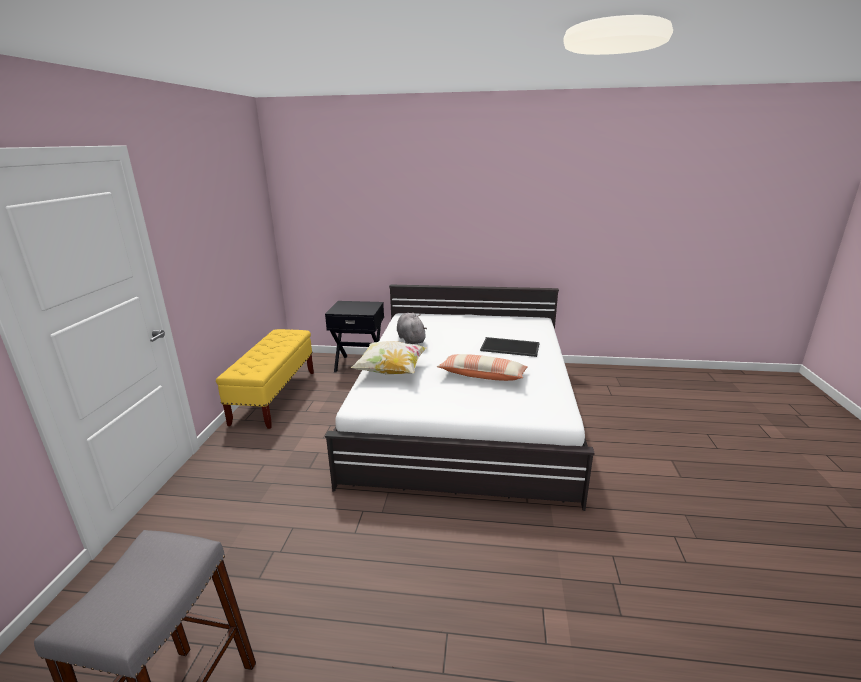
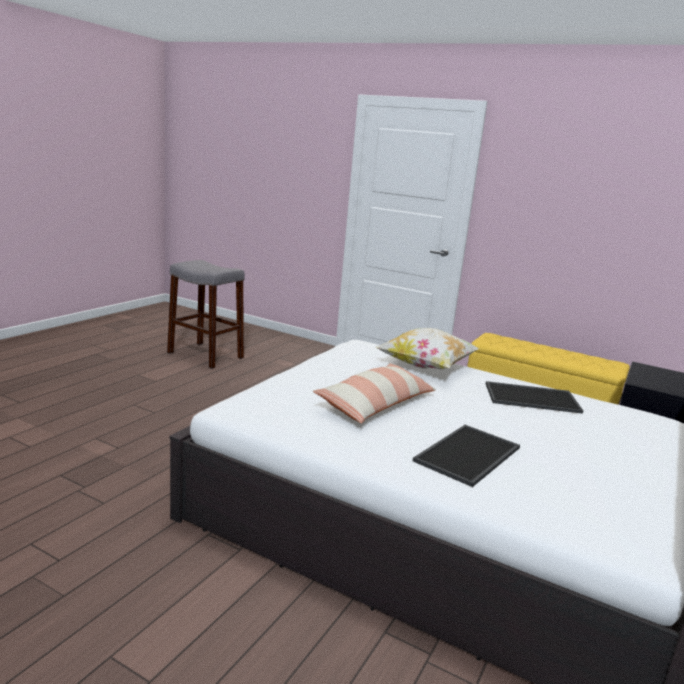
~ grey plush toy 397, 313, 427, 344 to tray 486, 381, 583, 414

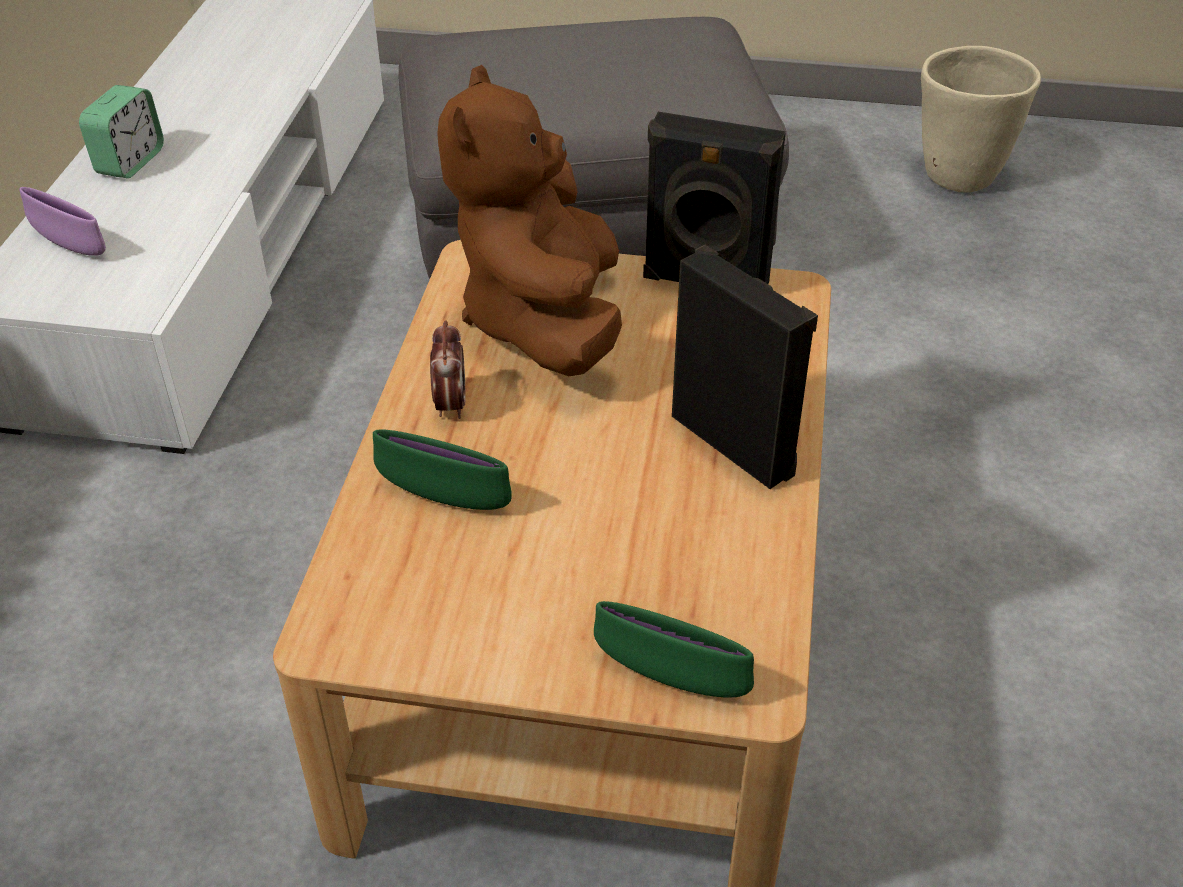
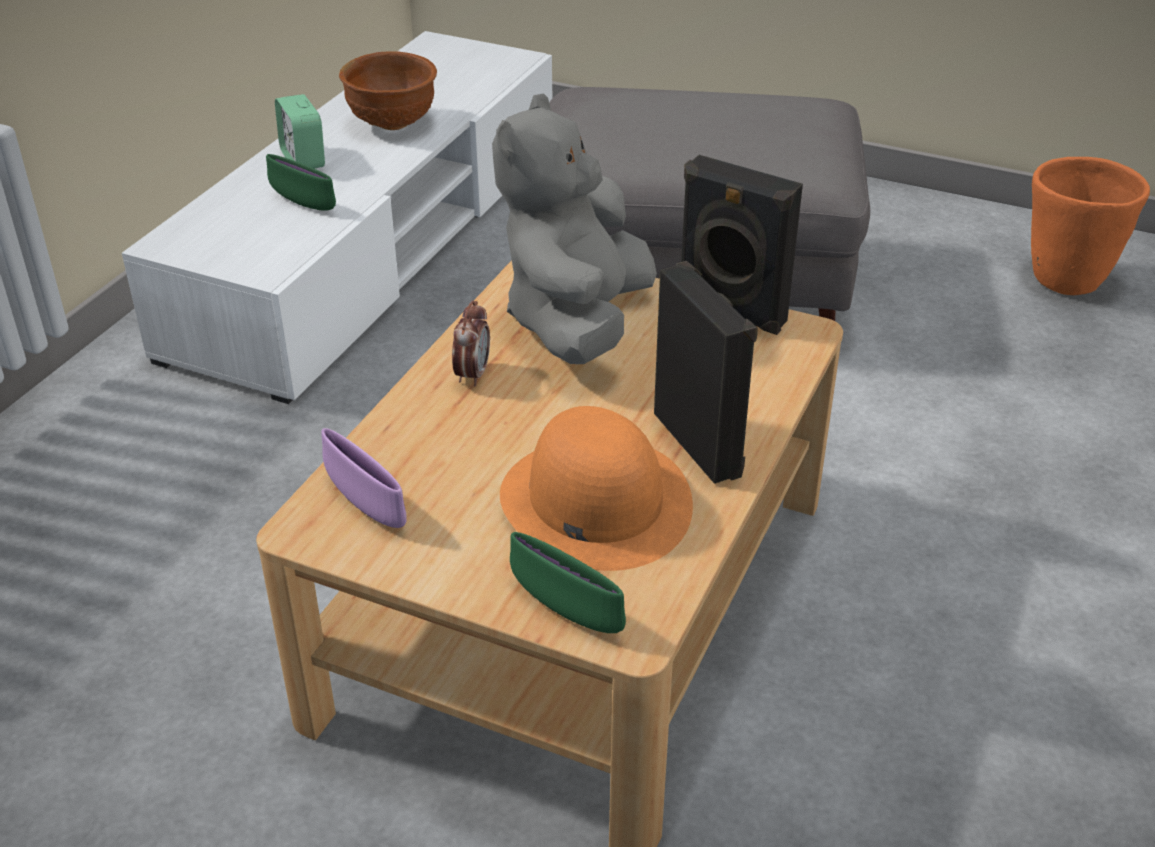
~ green bowl 373, 429, 512, 510 to 266, 154, 336, 211
~ alarm clock 79, 85, 164, 178 = 275, 94, 325, 169 120 degrees clockwise
~ purple bowl 19, 187, 106, 256 to 321, 428, 407, 528
+ brown bowl 339, 51, 437, 130
~ brown plush toy 437, 65, 622, 376 to grey plush toy 492, 93, 657, 364
+ orange hat 500, 406, 693, 571
~ beige planter 921, 46, 1041, 193 to orange planter 1031, 157, 1150, 295

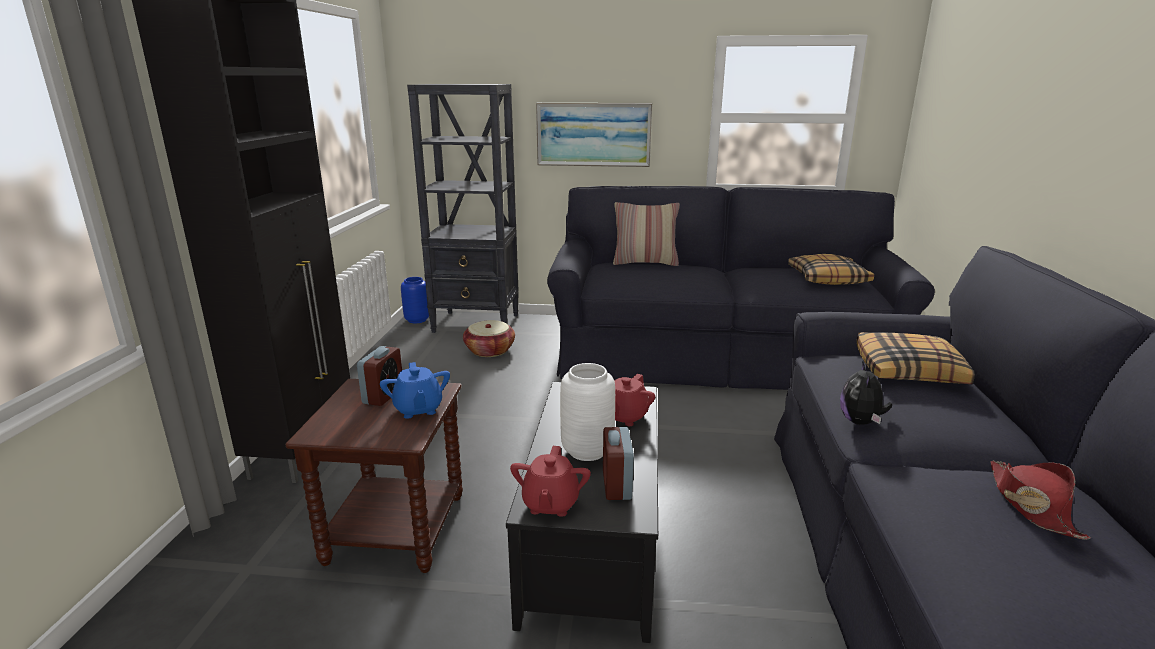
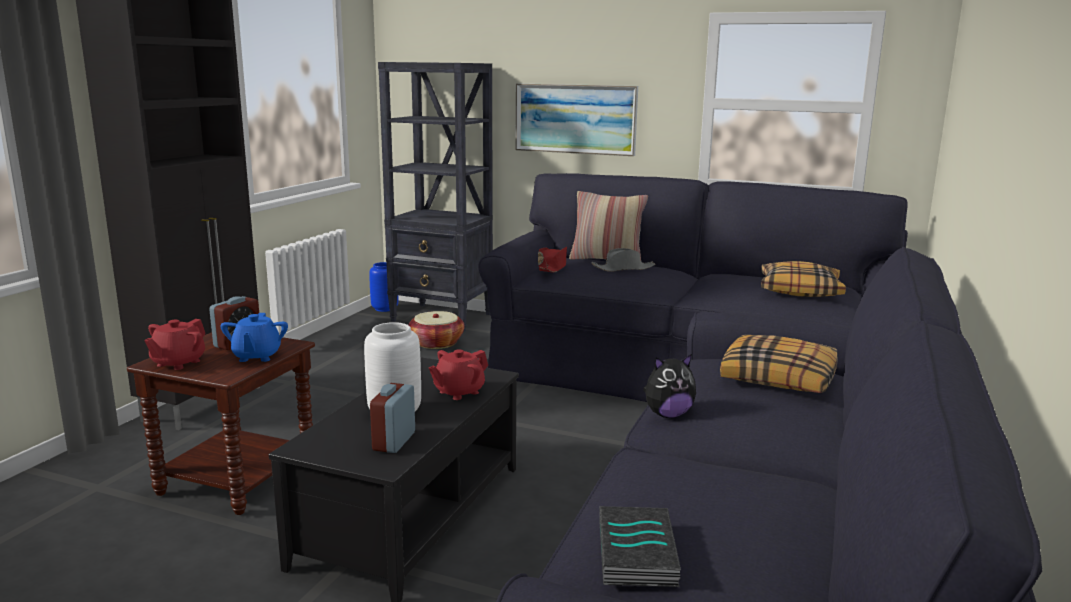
~ red teapot 510, 446, 591, 517 to 145, 319, 206, 370
~ red hat 990, 460, 1090, 540 to 538, 247, 567, 272
+ grey hat 591, 248, 656, 272
+ book 600, 506, 681, 587
~ plush toy 840, 361, 892, 425 = 643, 354, 696, 418 135 degrees counterclockwise

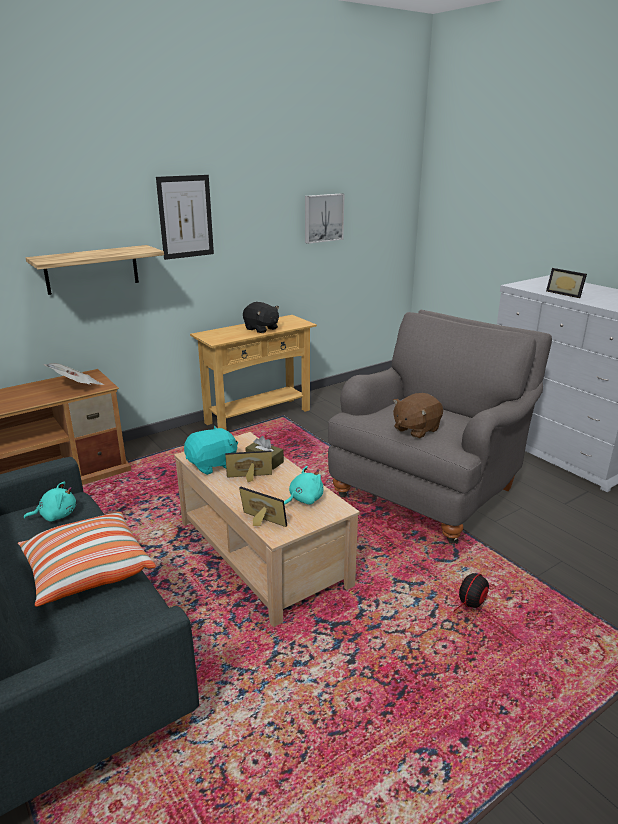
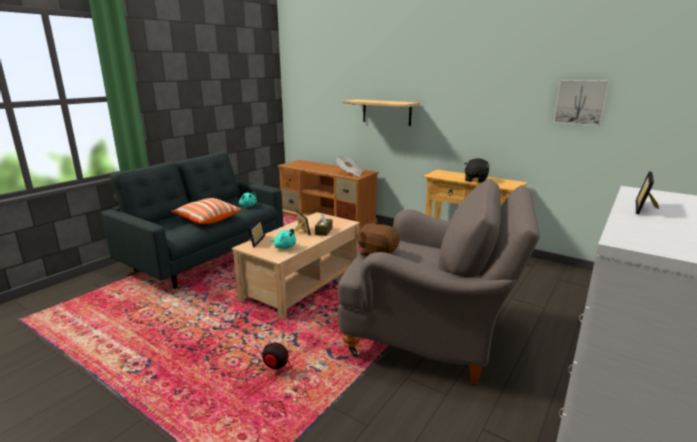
- picture 156, 175, 214, 260
- turquoise plush toy 184, 426, 238, 475

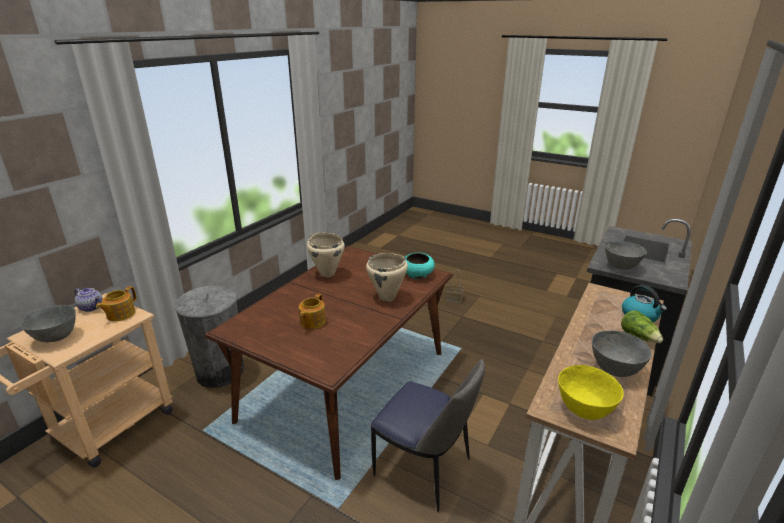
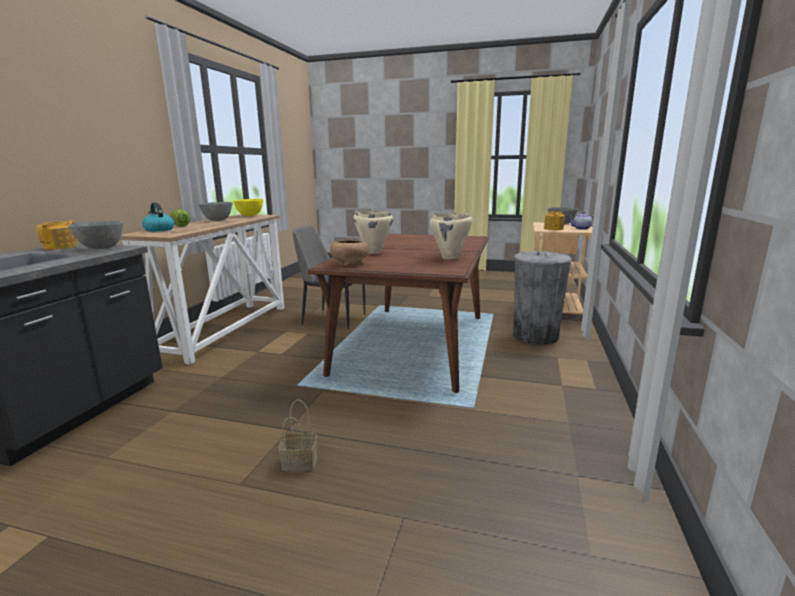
~ teapot 299, 293, 326, 329 to 36, 221, 77, 250
~ turquoise bowl 405, 253, 435, 279 to brown bowl 330, 240, 369, 266

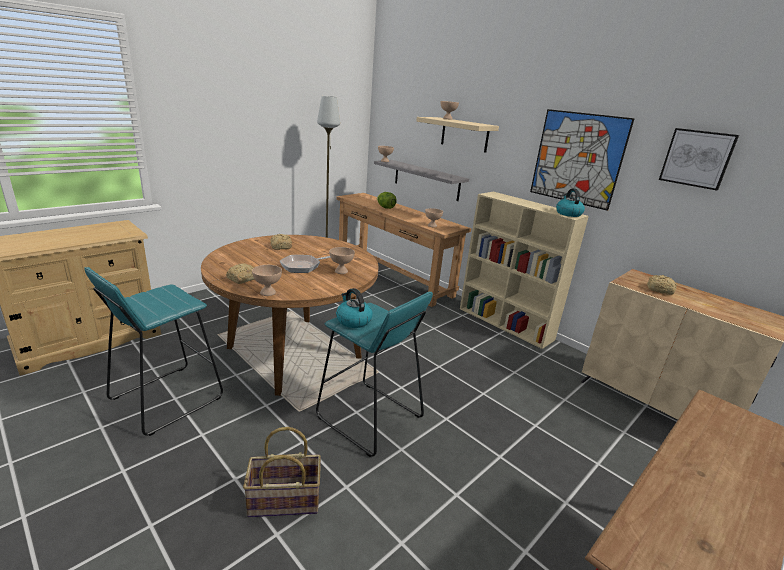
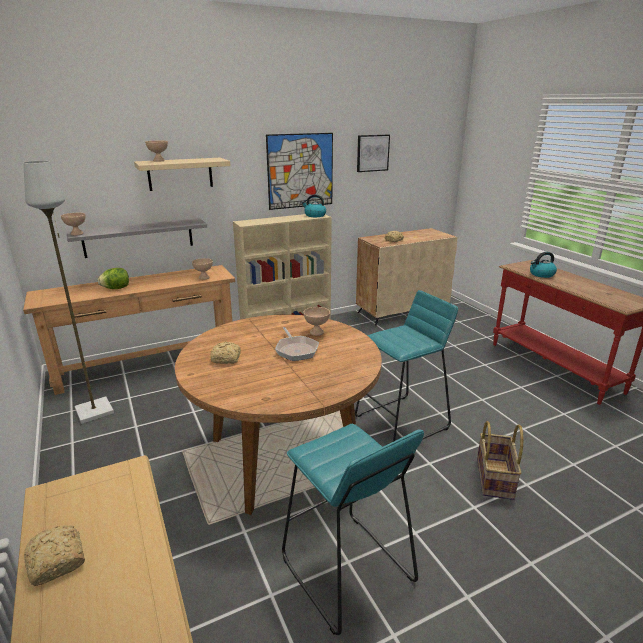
~ bread 226, 263, 255, 284 to 24, 525, 85, 586
~ kettle 336, 288, 373, 328 to 530, 252, 557, 278
- beige bowl 252, 265, 282, 296

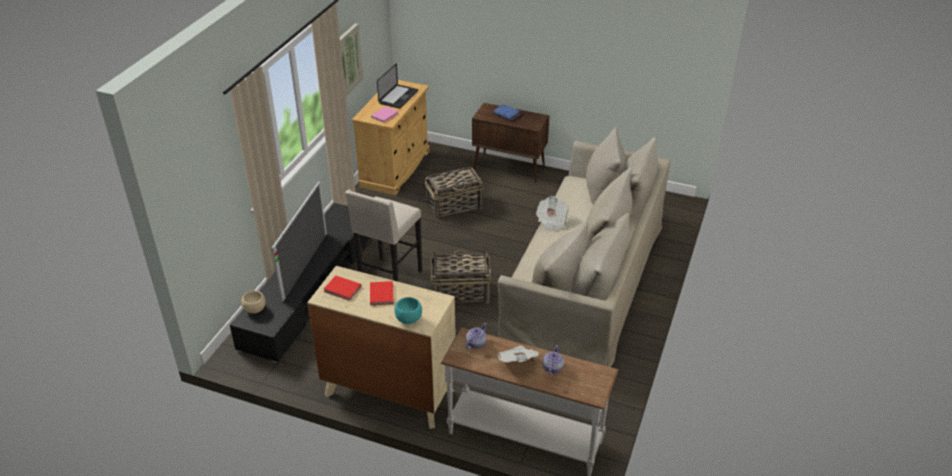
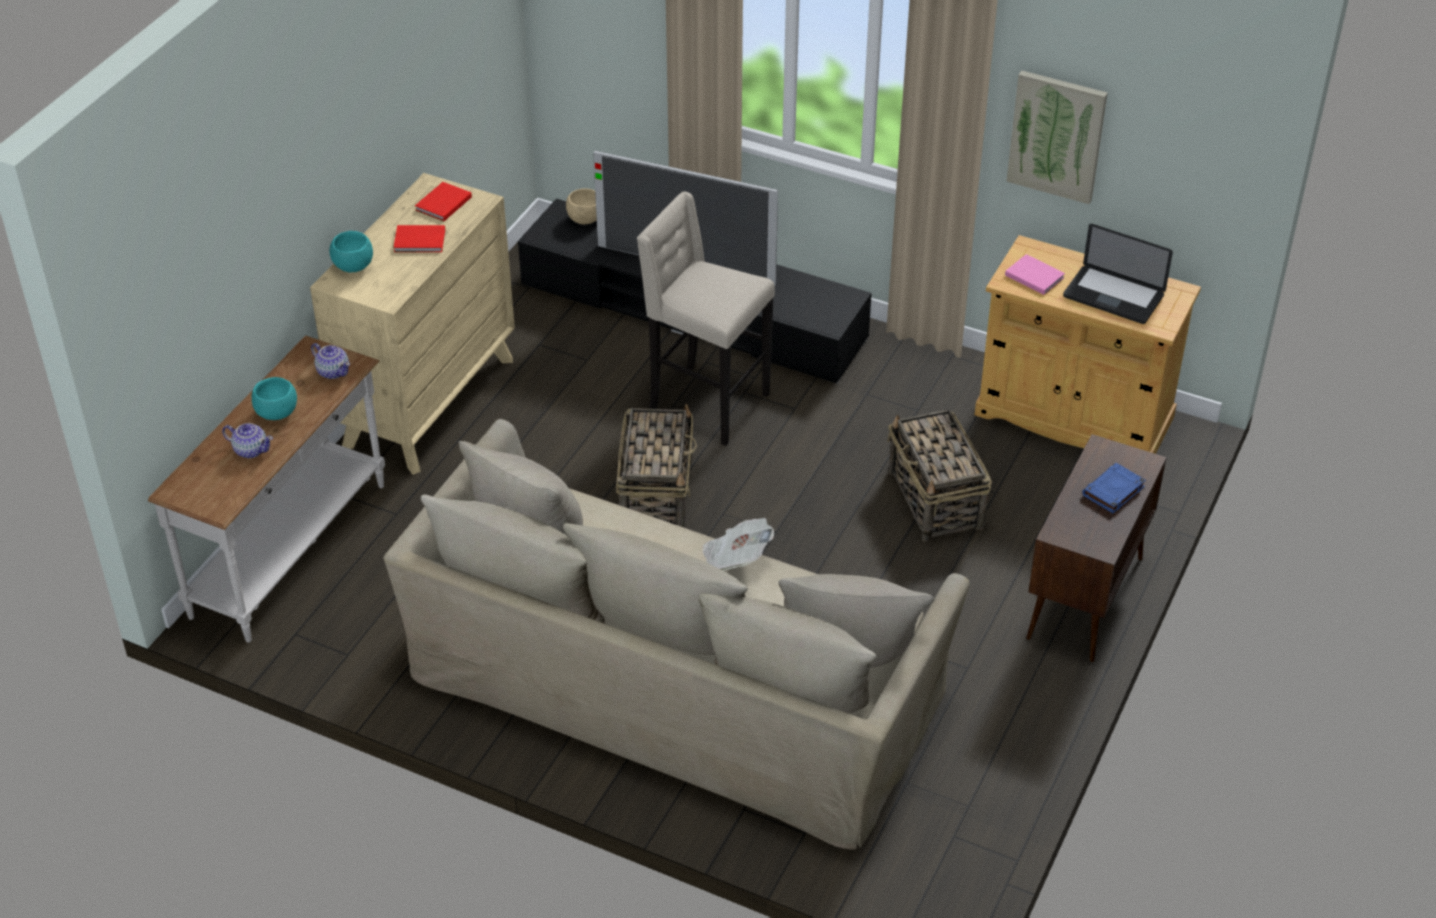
~ newspaper 498, 346, 539, 362 to turquoise bowl 252, 377, 297, 420

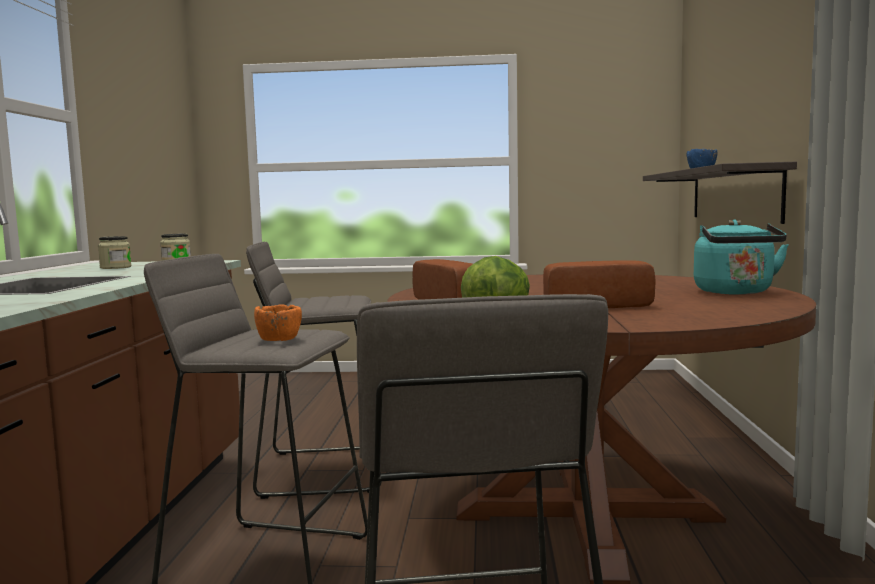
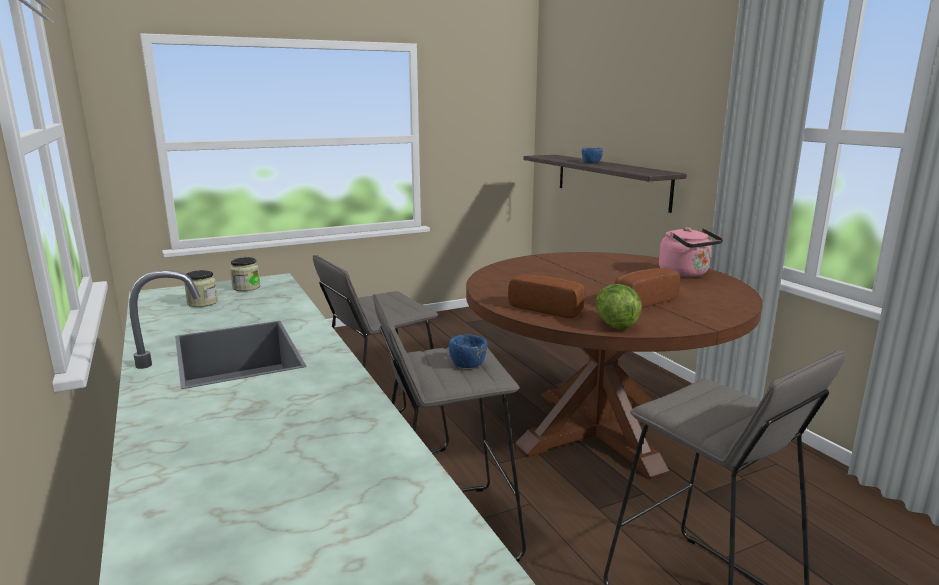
~ orange bowl 254, 304, 302, 341 to blue bowl 449, 334, 487, 368
~ turquoise kettle 694, 220, 789, 295 to pink kettle 659, 227, 723, 277

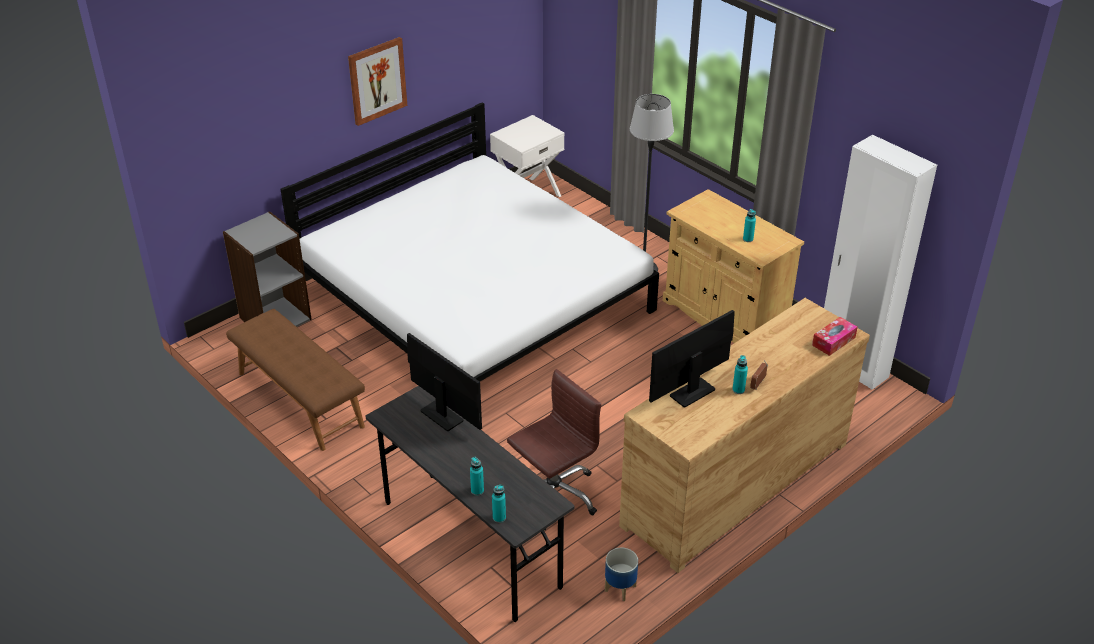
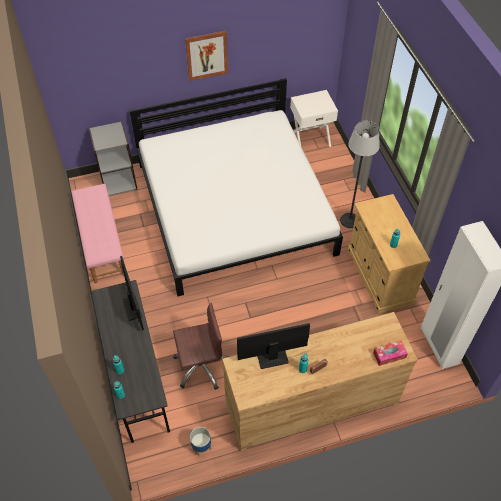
~ brown bench 226, 309, 365, 451 to pink bench 71, 184, 124, 283

